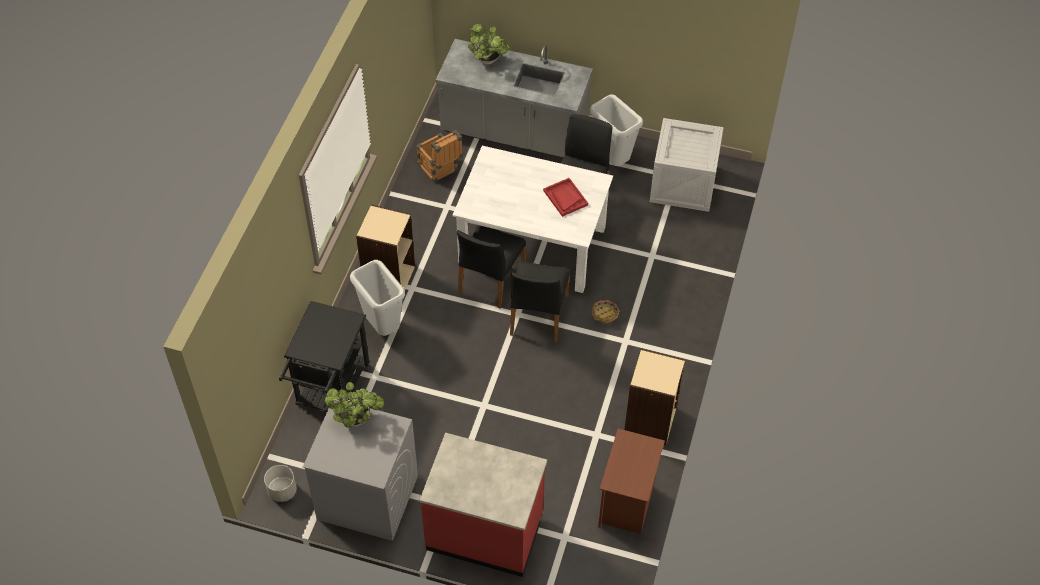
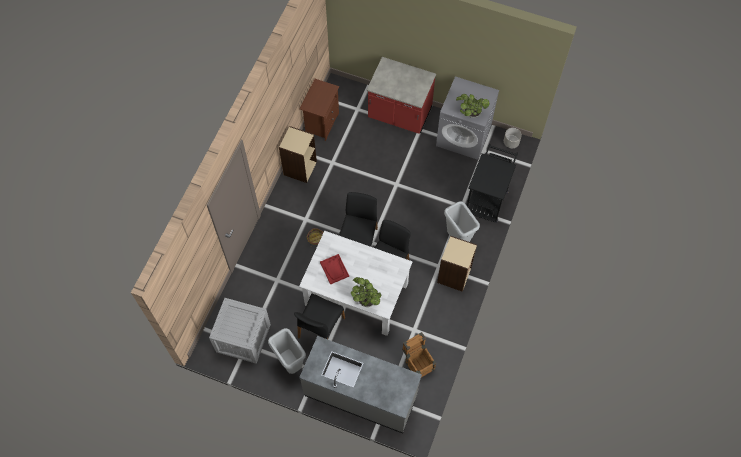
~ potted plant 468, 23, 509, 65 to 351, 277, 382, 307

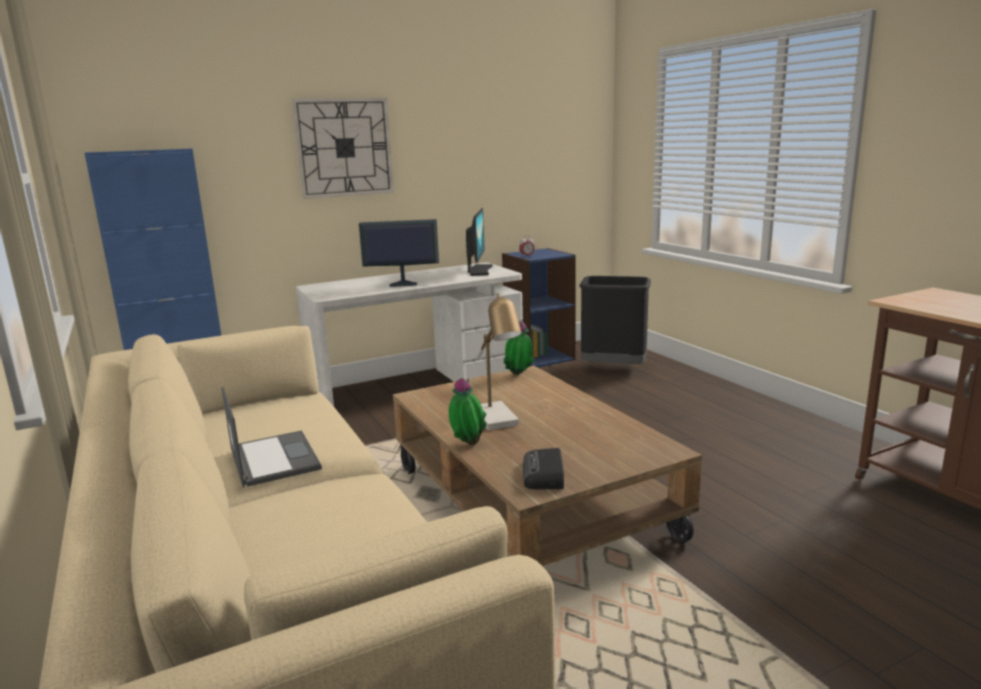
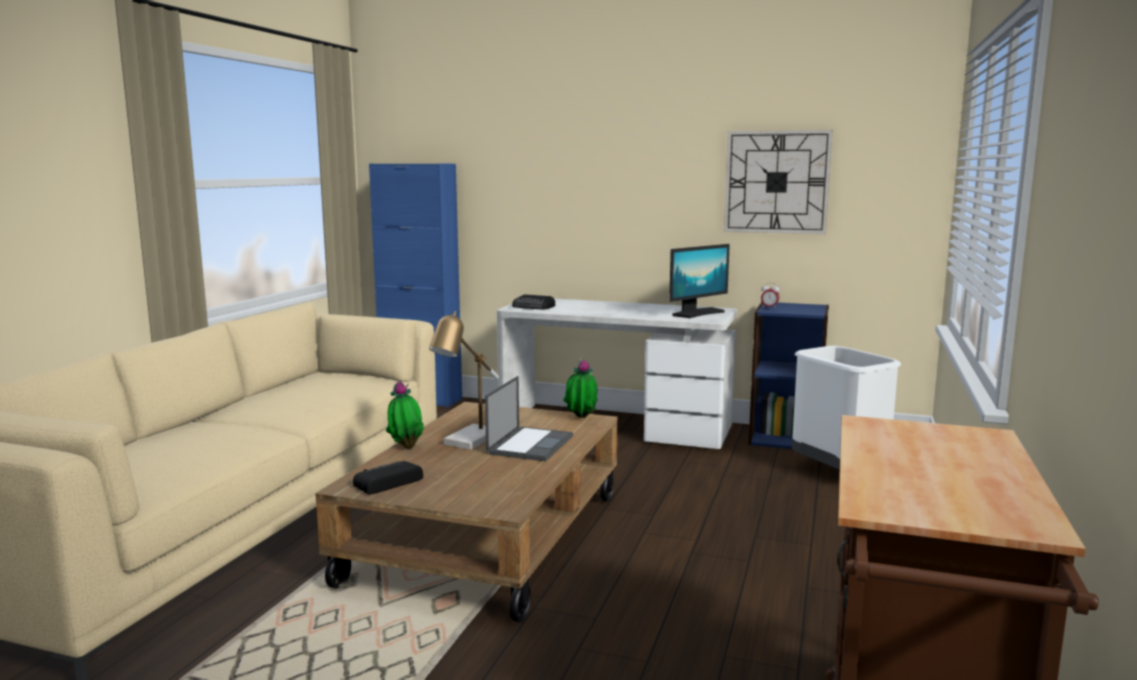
~ laptop 221, 387, 322, 488 to 485, 376, 573, 461
+ radio 512, 295, 555, 310
~ wall clock 292, 98, 394, 199 to 724, 130, 833, 234
~ black trash can 579, 276, 651, 364 to white trash can 792, 346, 901, 469
- monitor 359, 219, 439, 287

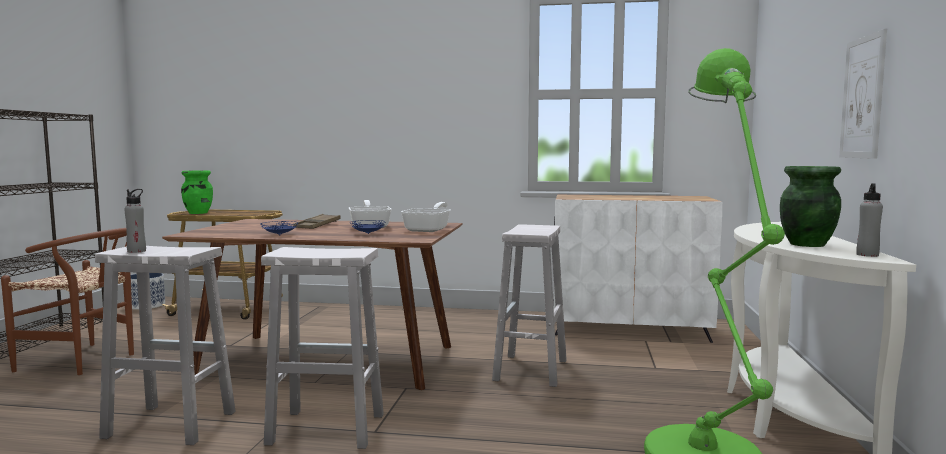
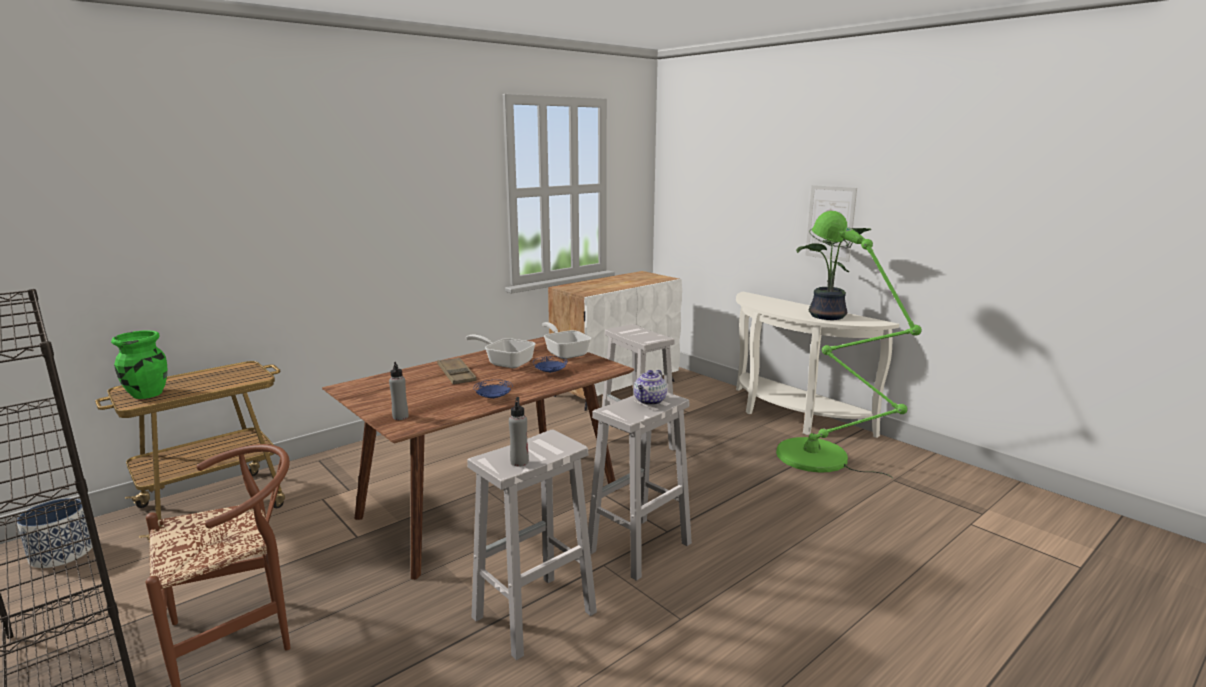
~ grey bottle 856, 183, 883, 257 to 389, 362, 408, 420
+ teapot 634, 370, 667, 405
~ green vase 780, 166, 841, 247 to potted plant 796, 228, 872, 320

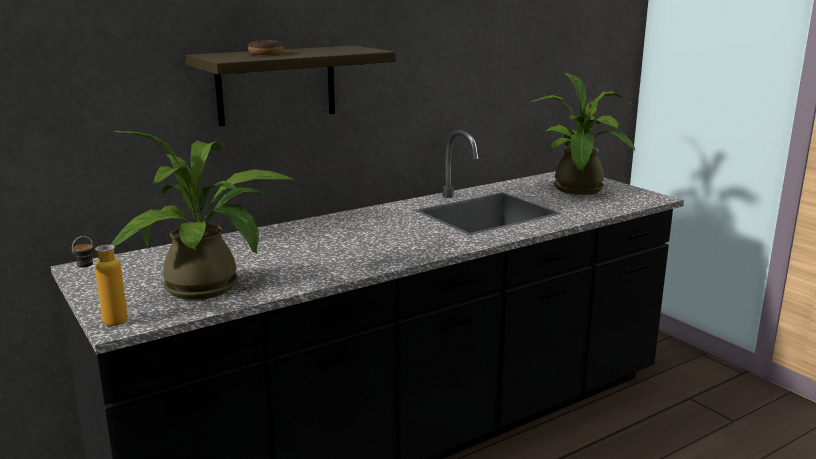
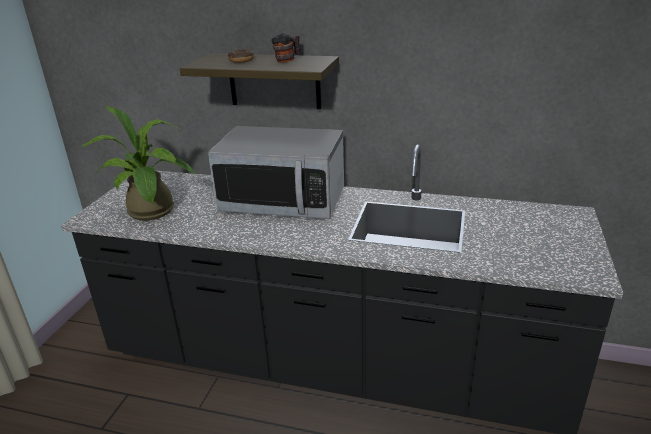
+ microwave 208, 126, 344, 219
+ mug 271, 33, 301, 63
- bottle 72, 236, 128, 326
- potted plant 530, 72, 635, 195

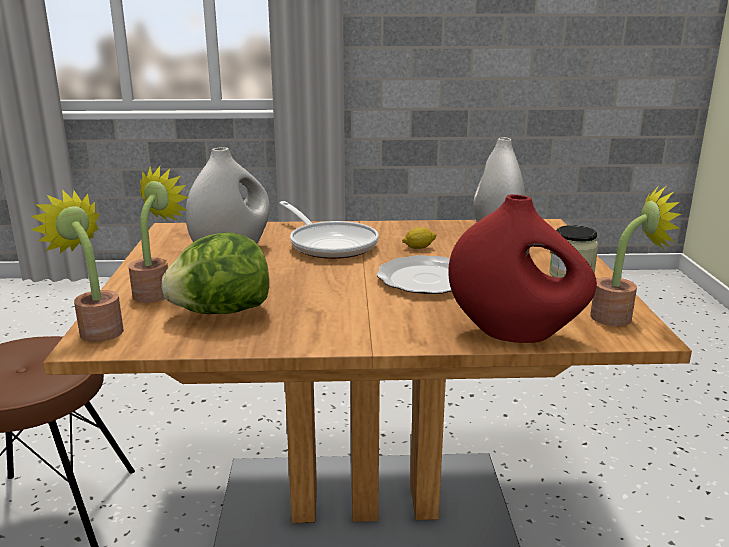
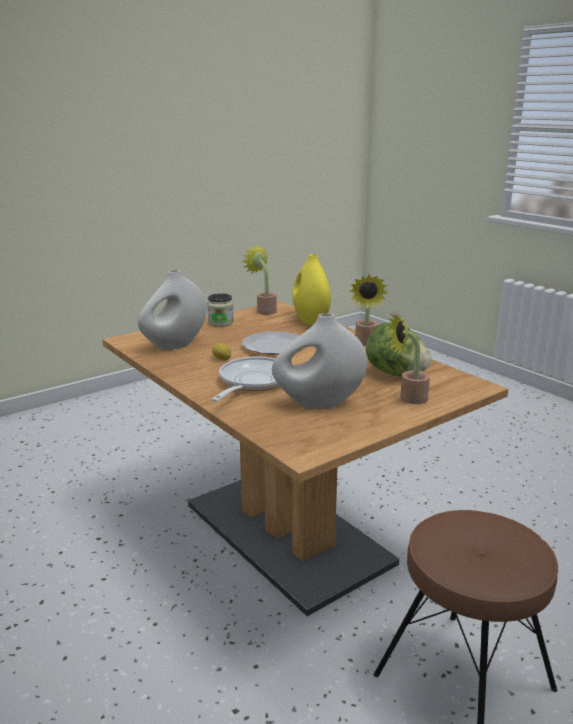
~ red vase 448, 194, 597, 343 to yellow vase 292, 254, 331, 326
~ potted plant 30, 189, 124, 342 to 349, 275, 388, 346

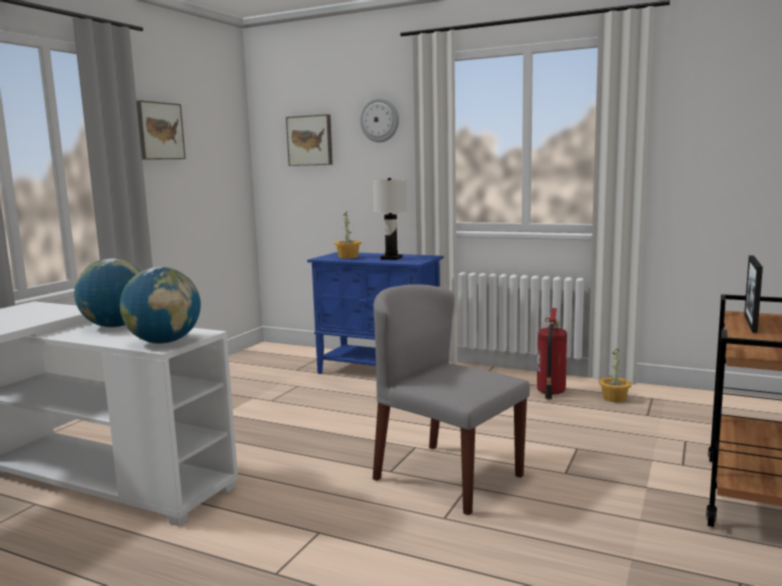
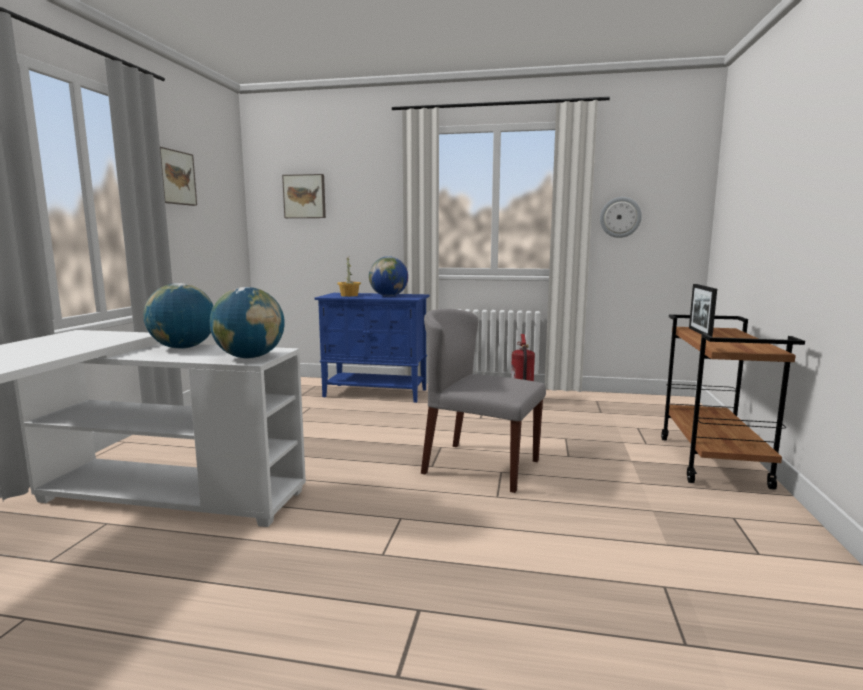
~ white table lamp 373, 178, 407, 260 to globe 369, 256, 408, 296
~ wall clock 360, 97, 399, 142 to 600, 197, 642, 238
- potted plant 599, 349, 632, 403

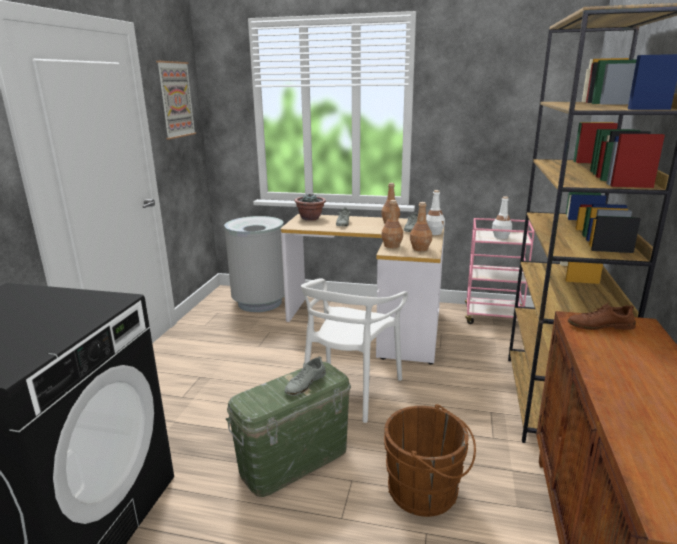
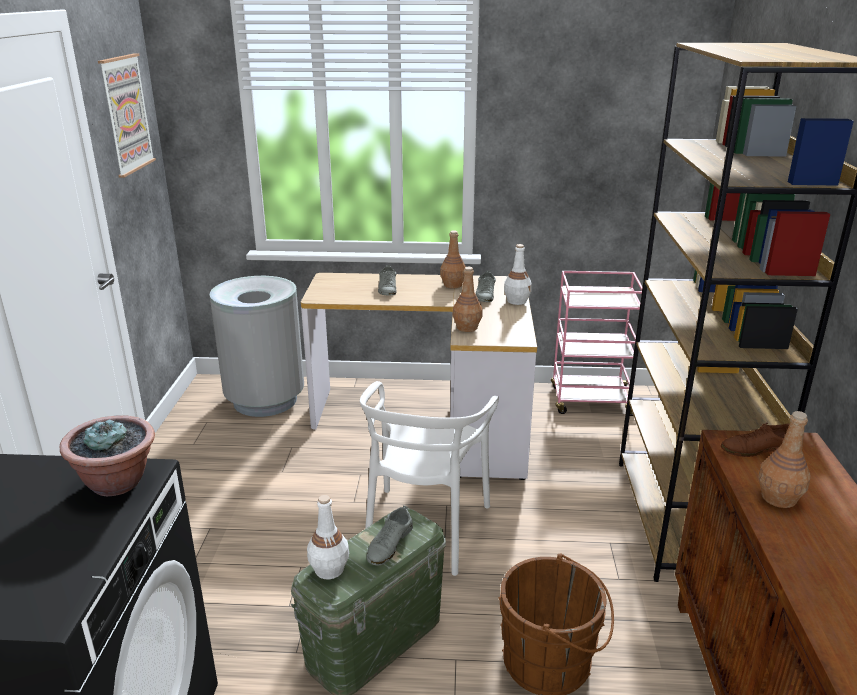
~ potted plant 294, 193, 326, 221 to 60, 415, 155, 496
~ white bottle 492, 196, 512, 239 to 307, 495, 349, 579
~ brown bottle 410, 202, 432, 251 to 758, 411, 811, 508

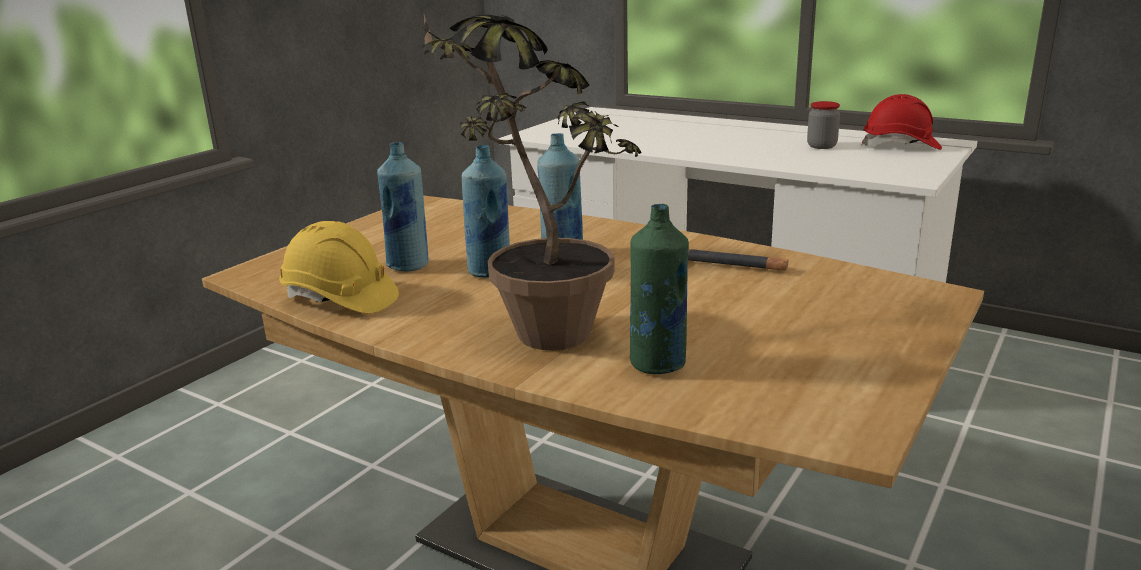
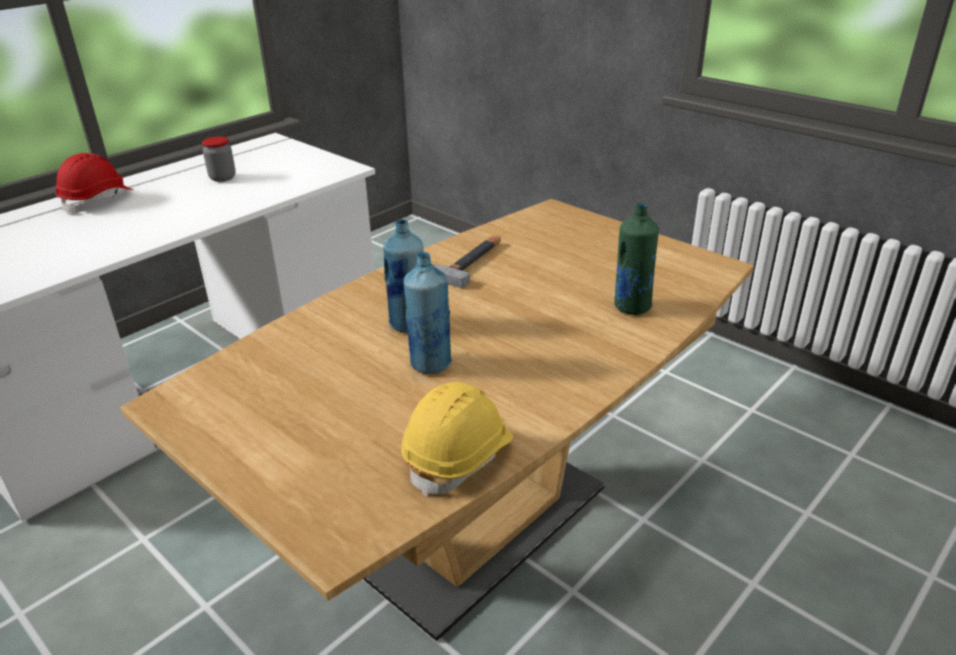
~ red hard hat 861, 94, 942, 150 to 55, 153, 133, 215
- blue bottle 377, 142, 429, 271
- potted plant 420, 14, 642, 350

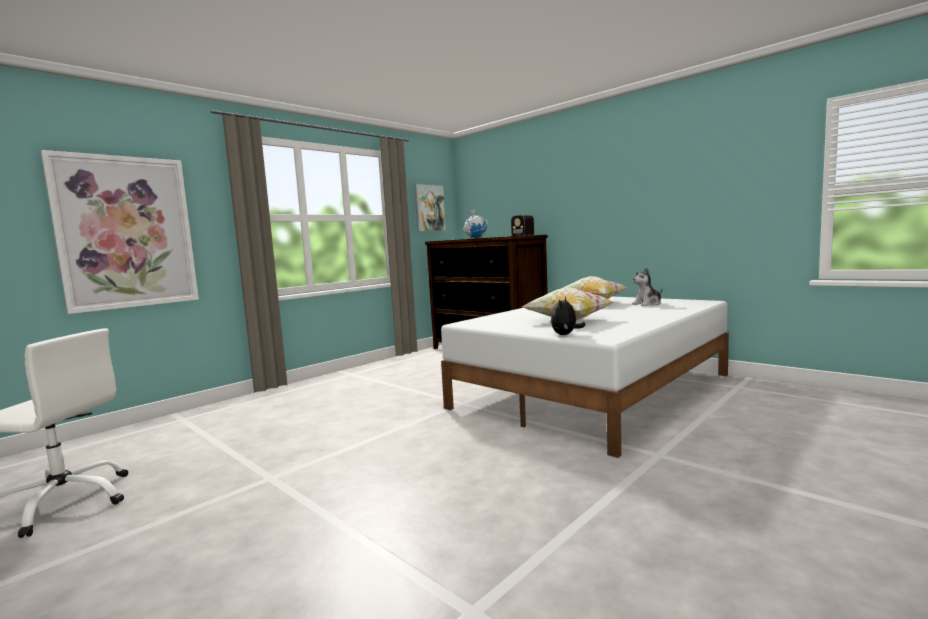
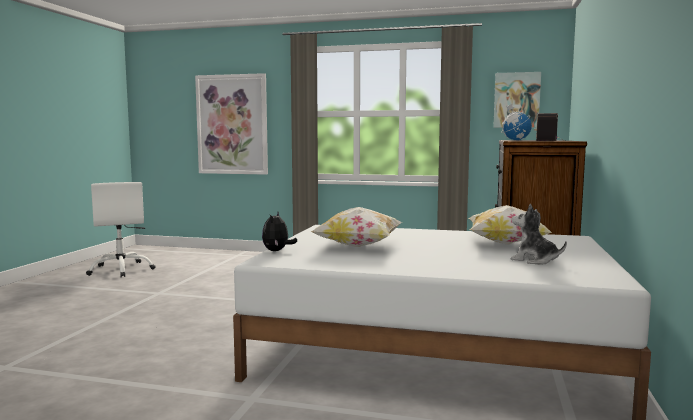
~ plush toy 551, 297, 585, 335 = 262, 212, 297, 251 75 degrees counterclockwise

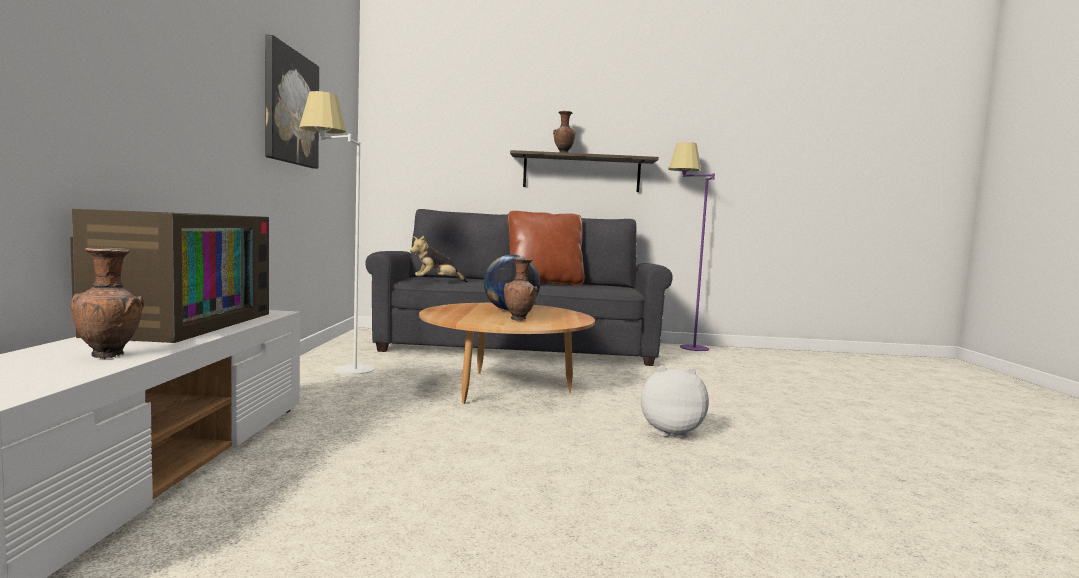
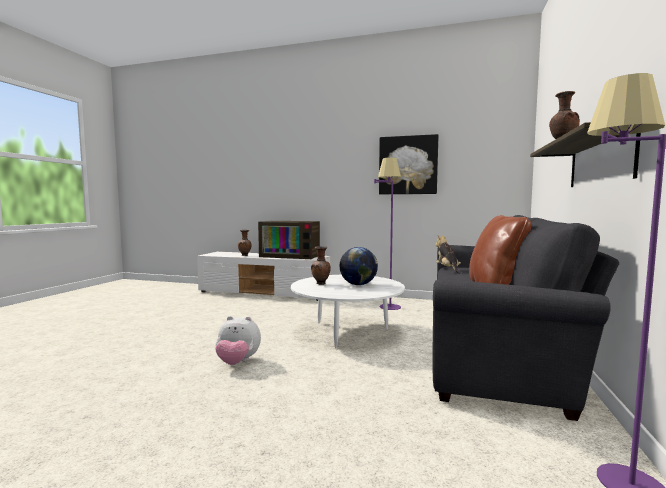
~ plush toy 641, 366, 709, 438 = 215, 316, 261, 365 75 degrees clockwise
~ brown coffee table 419, 303, 595, 404 to white coffee table 291, 275, 405, 348
~ white floor lamp 300, 91, 375, 375 to purple floor lamp 374, 158, 401, 310

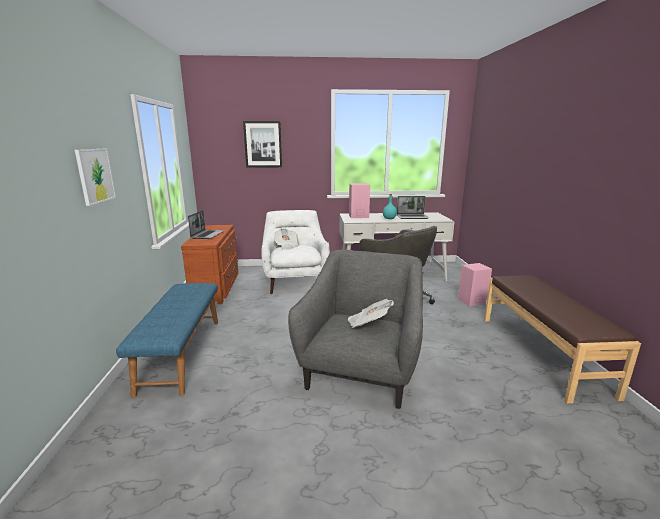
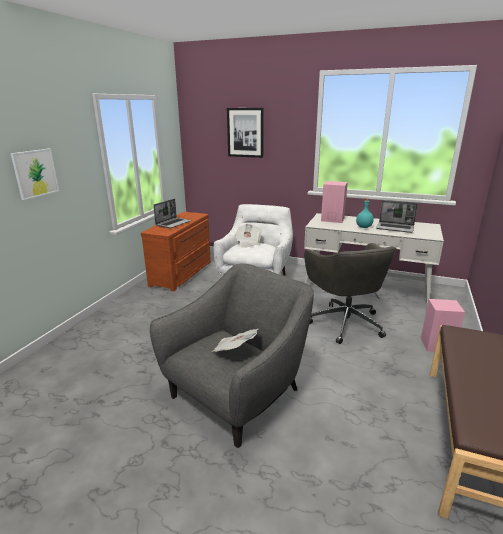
- blue bench 116, 283, 218, 398

